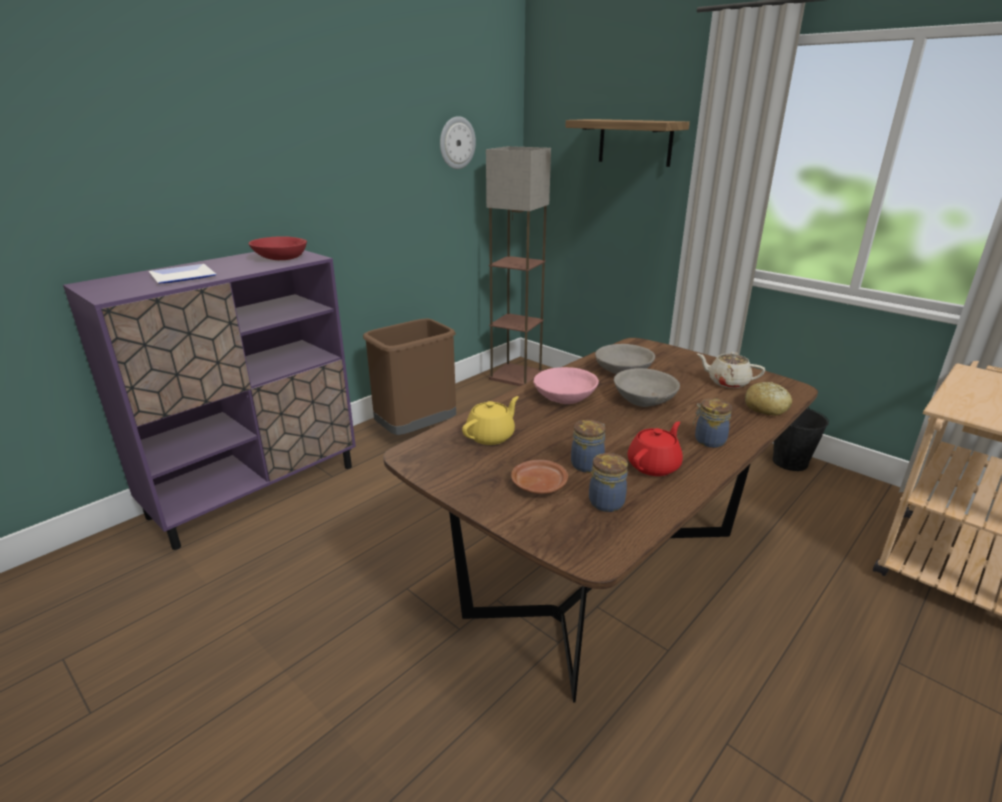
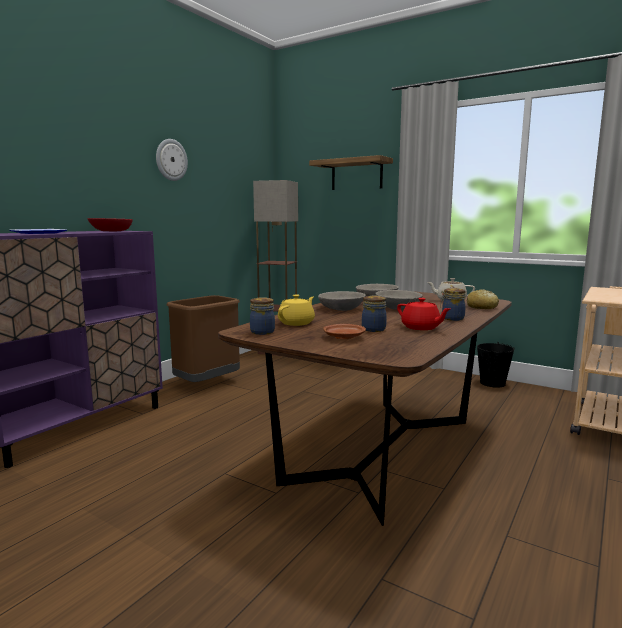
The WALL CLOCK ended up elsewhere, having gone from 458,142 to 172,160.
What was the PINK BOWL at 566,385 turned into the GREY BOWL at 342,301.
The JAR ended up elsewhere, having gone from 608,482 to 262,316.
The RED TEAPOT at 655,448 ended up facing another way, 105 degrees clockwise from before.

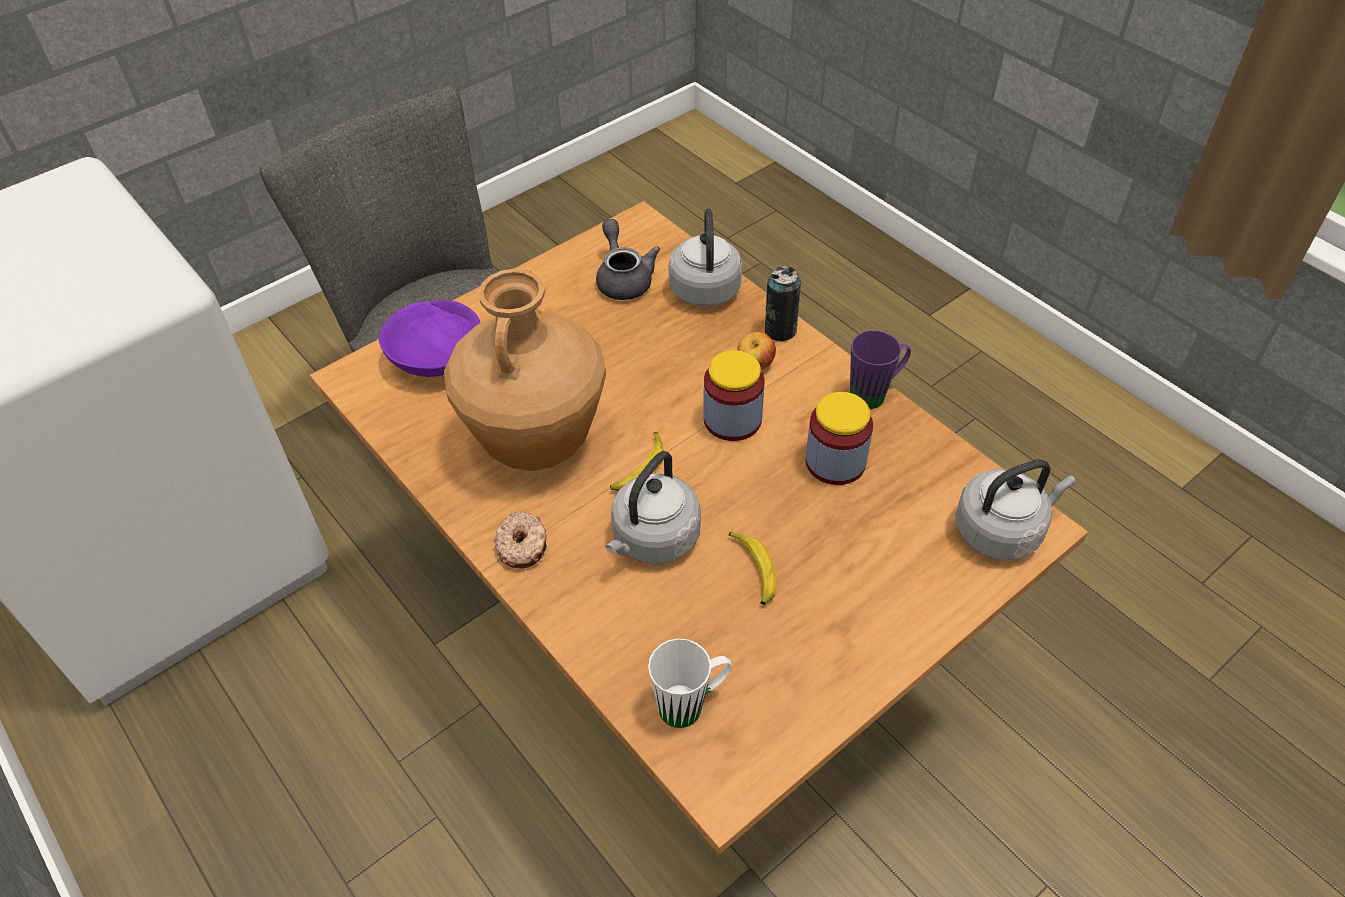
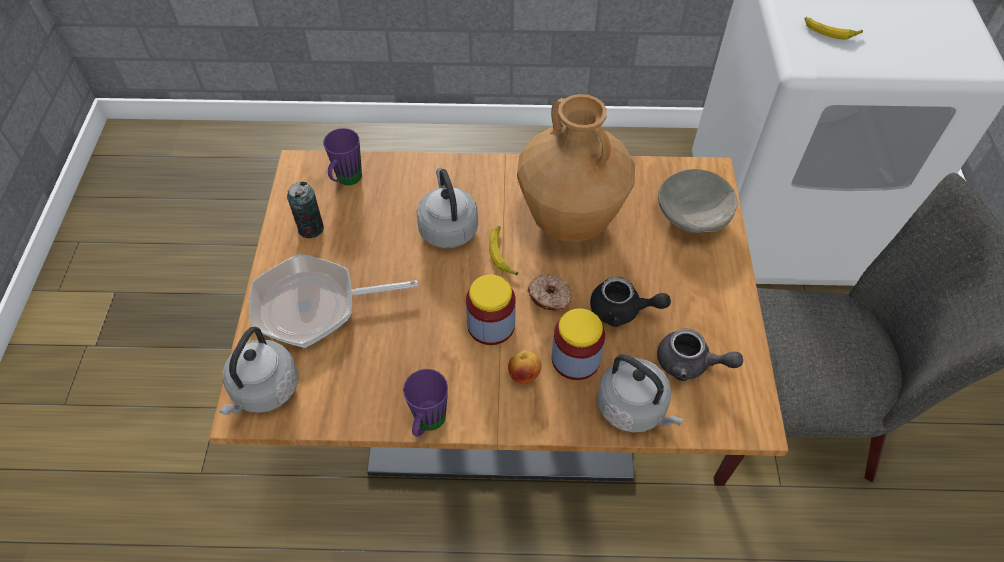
What was the PURPLE BOWL at 429,338 turned into the GREY BOWL at 698,201.
The DONUT ended up elsewhere, having gone from 520,540 to 550,292.
What was the WHITE MUG at 689,683 turned into the PURPLE MUG at 342,156.
The BANANA ended up elsewhere, having gone from 752,568 to 834,28.
The CAN ended up elsewhere, having gone from 783,303 to 305,209.
The JAR ended up elsewhere, having gone from 839,438 to 578,344.
The second view gained the FRYING PAN at 333,301.
The second view gained the BLACK TEAPOT at 630,302.

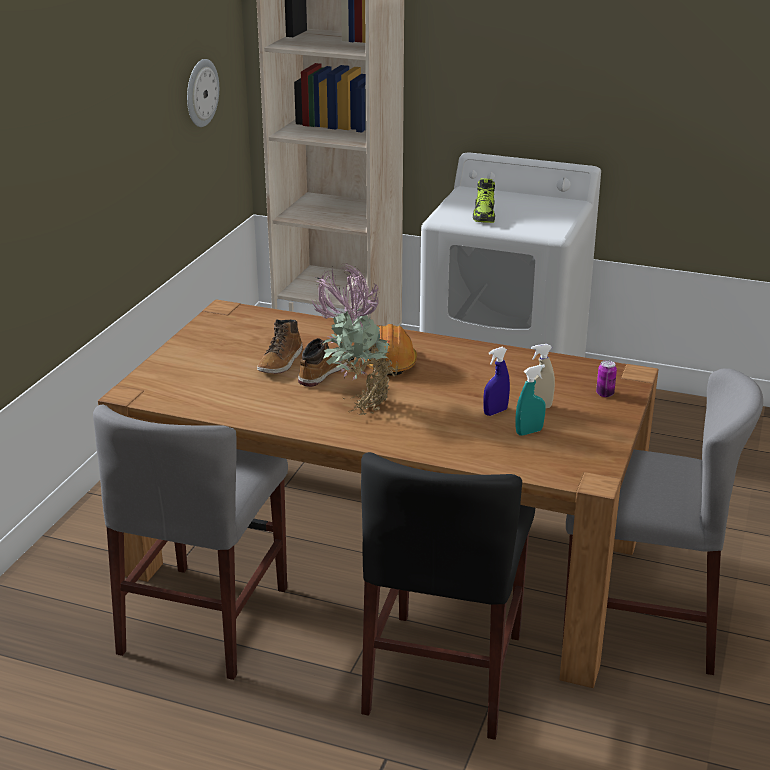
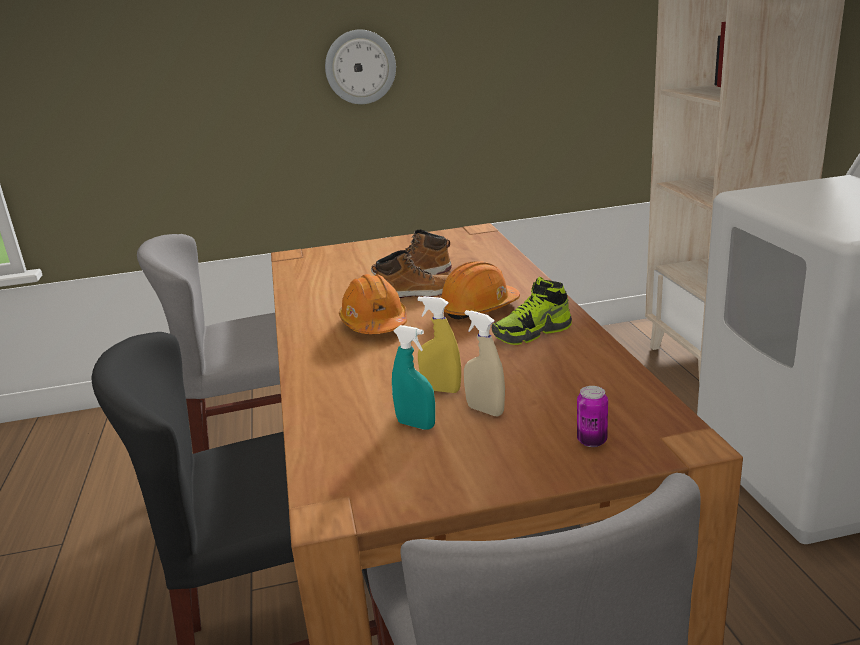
The WALL CLOCK ended up elsewhere, having gone from 203,93 to 360,66.
Where the POTTED PLANT stood at 354,339, the ORANGE HARD HAT came to stand at 373,304.
The SHOE ended up elsewhere, having gone from 484,200 to 532,311.
What was the BLUE SPRAY BOTTLE at 496,381 turned into the YELLOW SPRAY BOTTLE at 439,344.

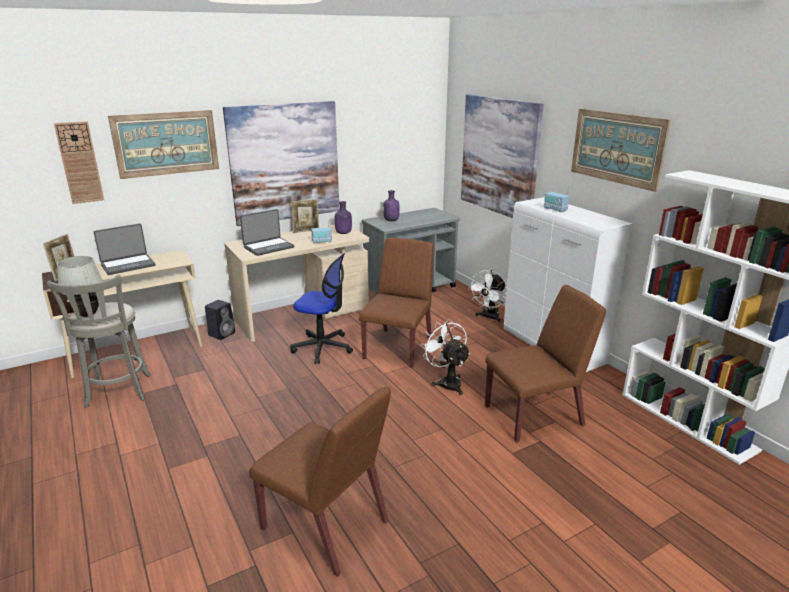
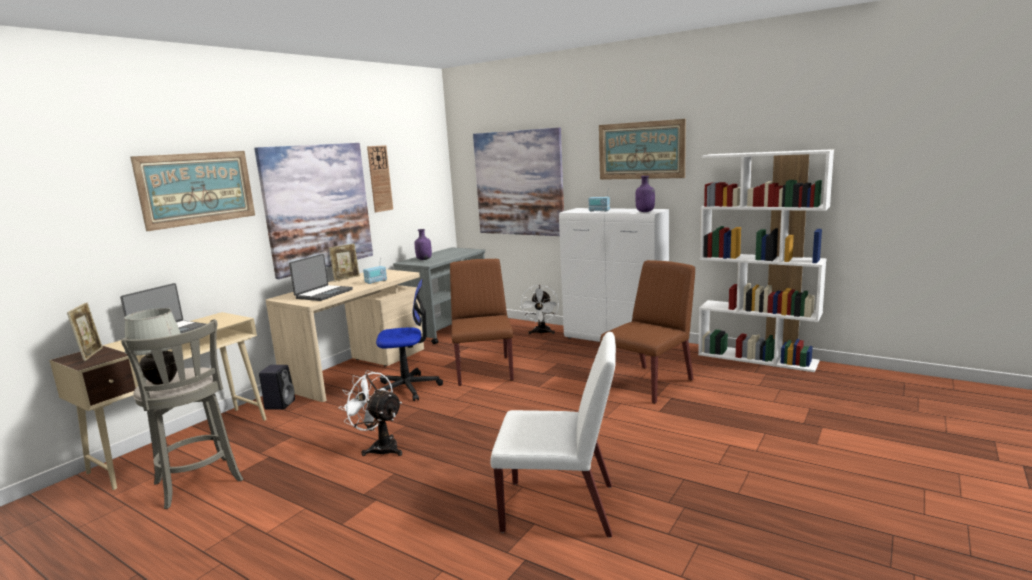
The WALL CLOCK ended up elsewhere, having gone from 79,162 to 380,178.
What was the BROWN CHAIR at 320,481 turned into the WHITE CHAIR at 553,435.
The PURPLE BOTTLE ended up elsewhere, having gone from 343,217 to 645,194.
The WHITE FAN ended up elsewhere, having gone from 445,357 to 370,413.

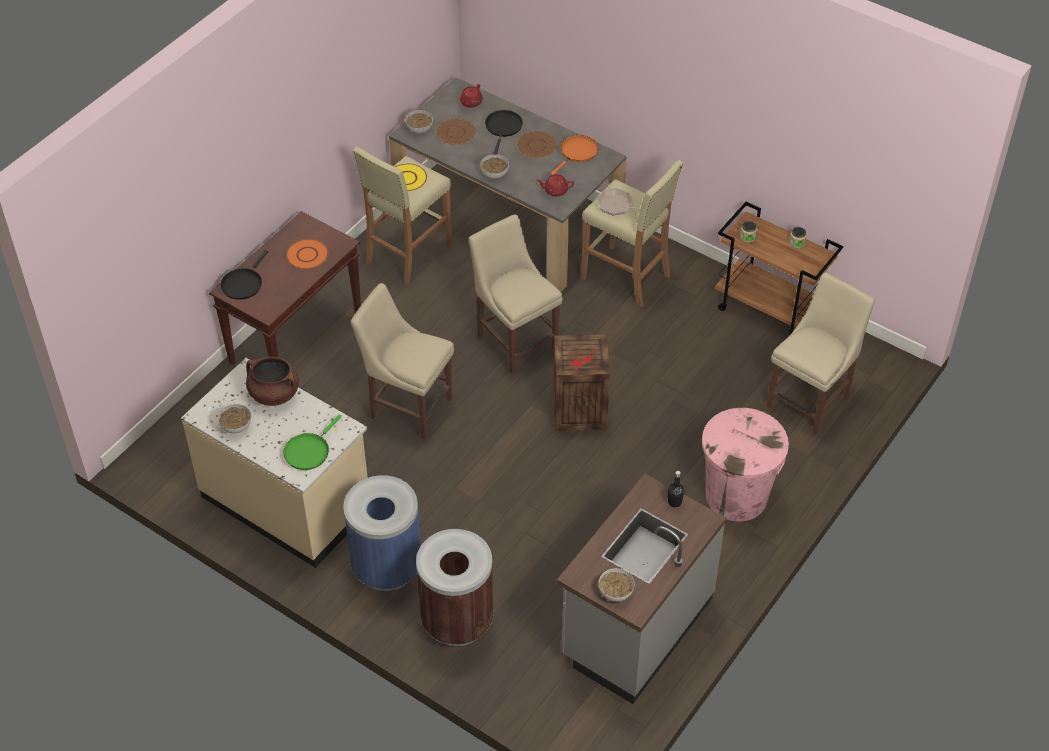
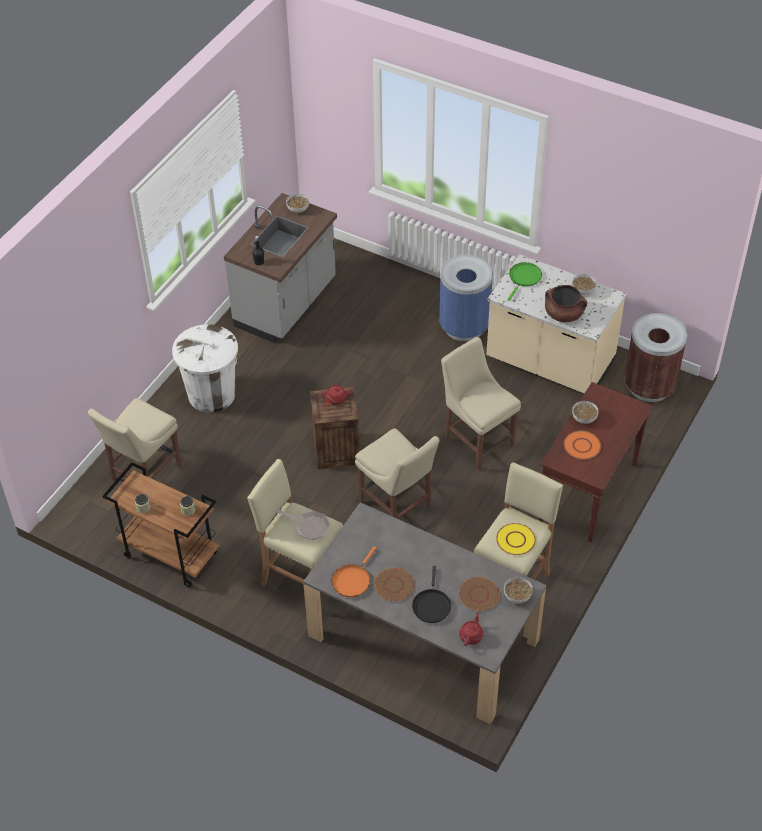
The second view lost the BLACK FRYING PAN at 244,275.
The BEIGE CHAIR at 402,361 ended up facing another way, 150 degrees counterclockwise from before.
The BROWN TRASH CAN ended up elsewhere, having gone from 455,587 to 655,357.
The BOWL ended up elsewhere, having gone from 494,166 to 585,412.
The RED TEAPOT ended up elsewhere, having gone from 555,185 to 336,394.
What was the PINK TRASH CAN at 745,464 turned into the WHITE TRASH CAN at 205,368.

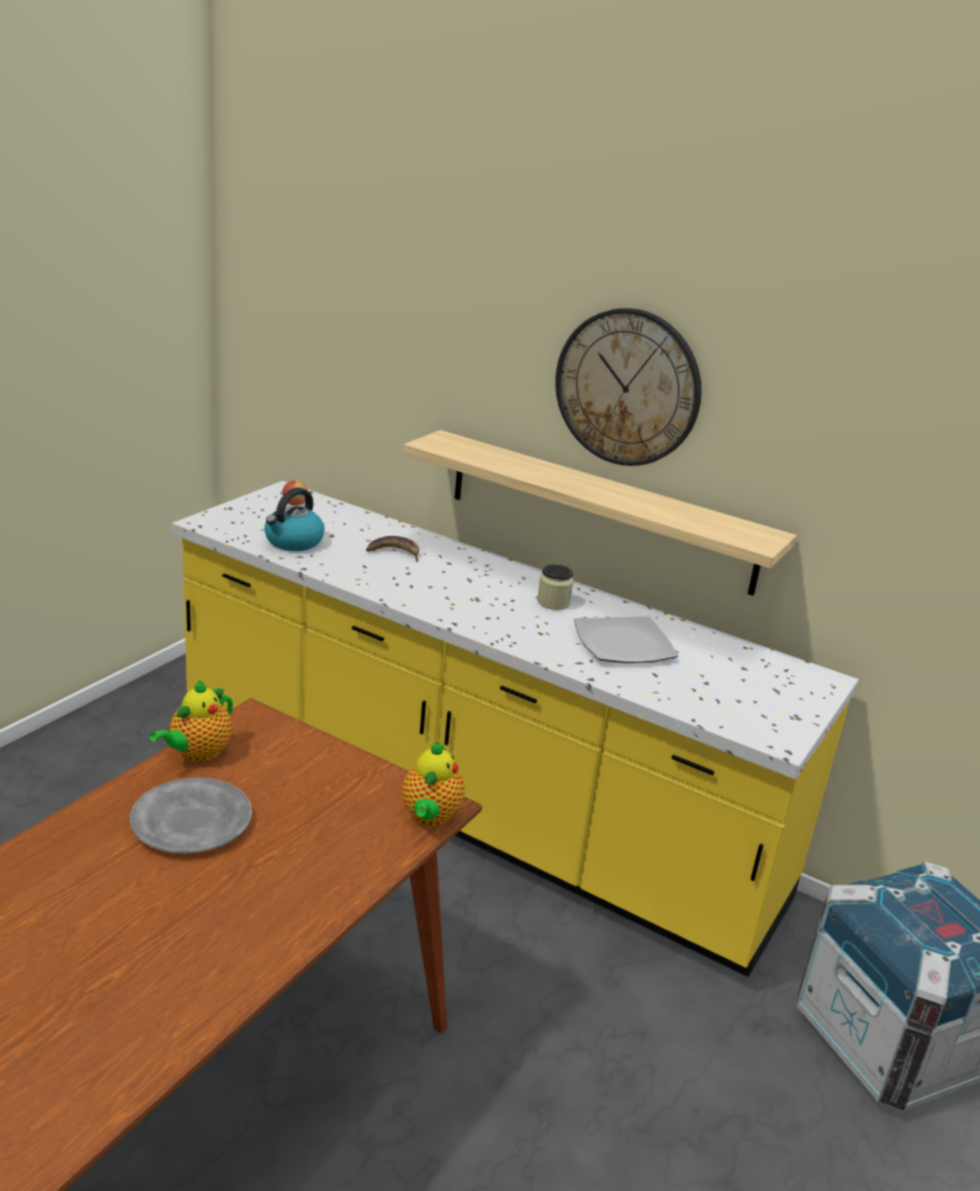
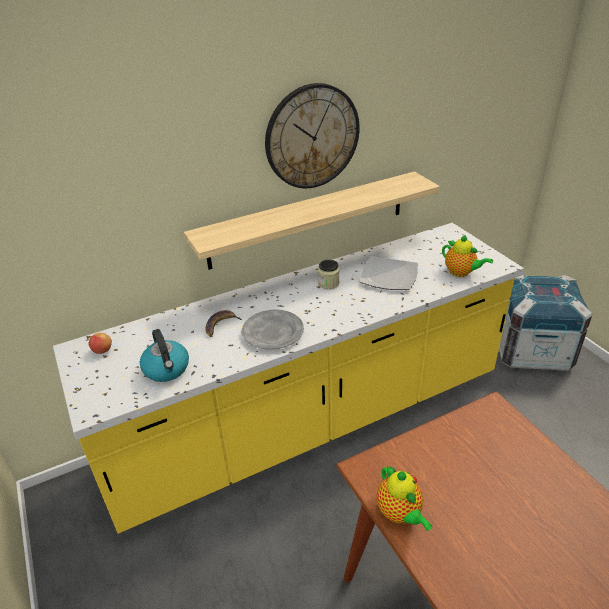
The GREY PLATE ended up elsewhere, having gone from 191,815 to 273,329.
The TEAPOT ended up elsewhere, having gone from 433,784 to 467,256.

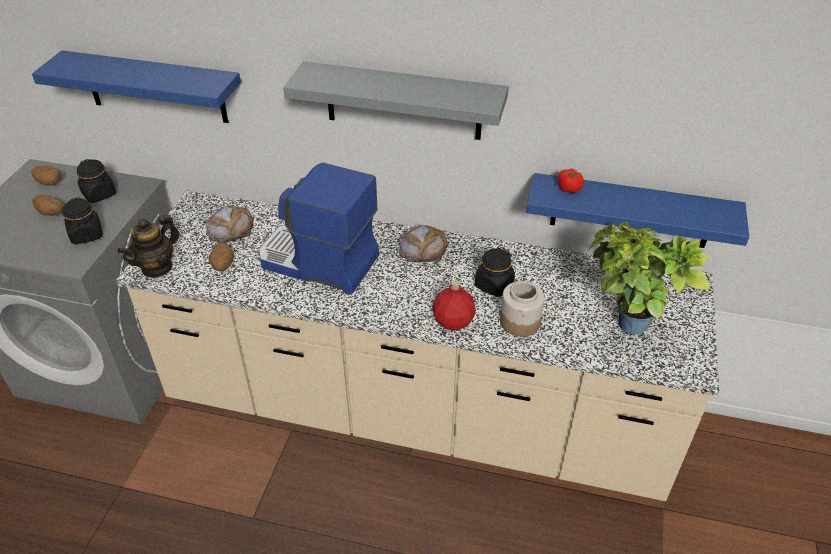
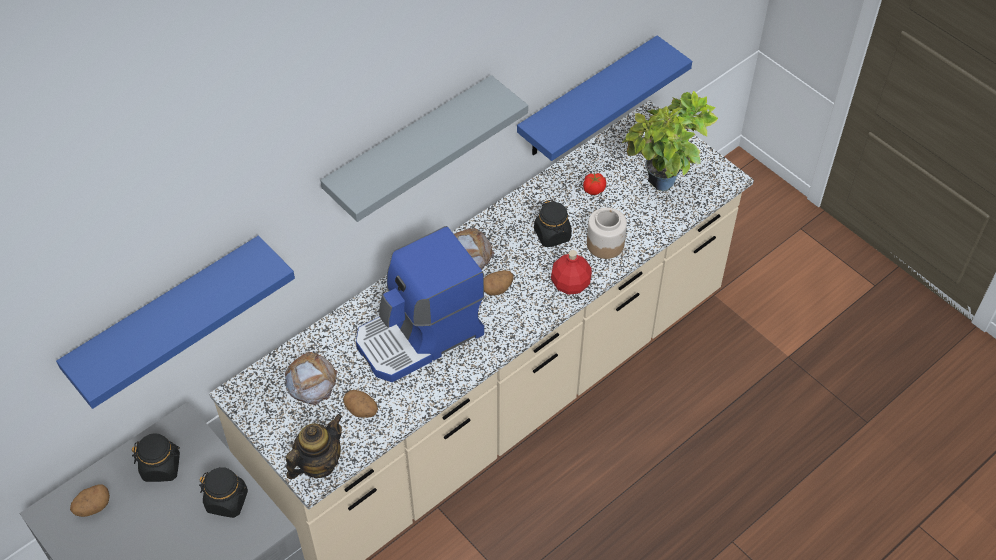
The POTATO ended up elsewhere, having gone from 48,205 to 499,283.
The TEAPOT at 148,246 ended up facing another way, 120 degrees counterclockwise from before.
The TOMATO ended up elsewhere, having gone from 571,181 to 594,184.

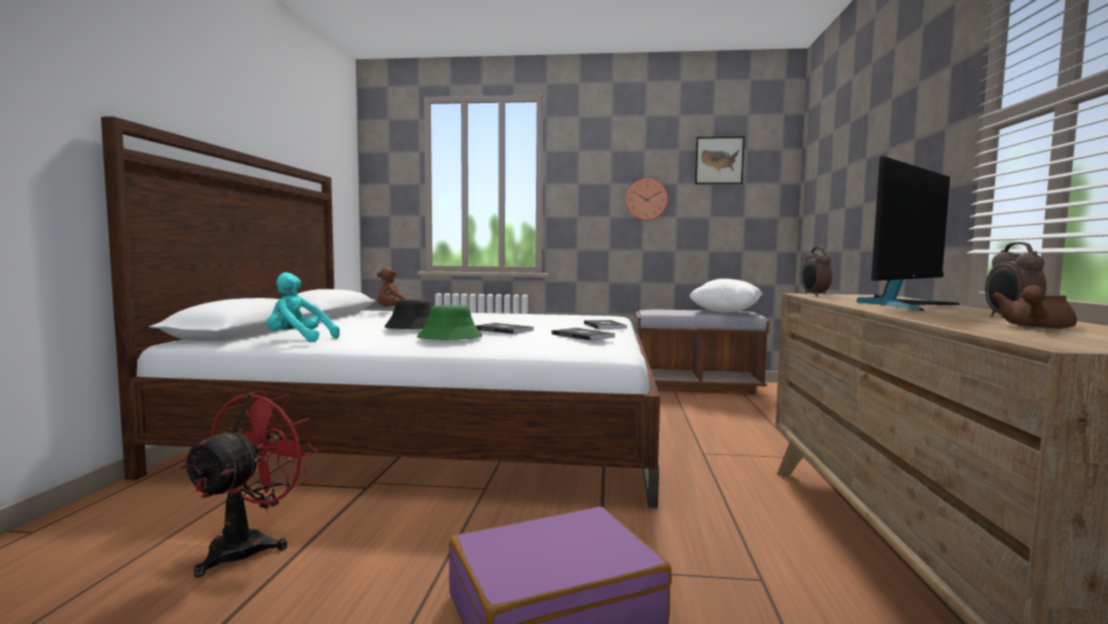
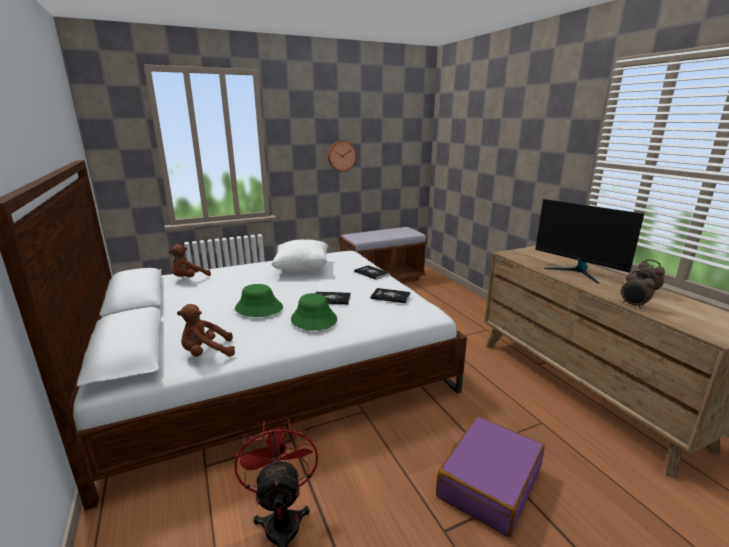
What was the TURQUOISE PLUSH TOY at 303,307 turned into the BROWN PLUSH TOY at 206,330.
What was the BLACK HAT at 407,314 turned into the GREEN HAT at 259,300.
The WHITE PILLOW ended up elsewhere, having gone from 726,295 to 300,255.
The second view lost the PICTURE at 720,160.
The ALARM CLOCK ended up elsewhere, having gone from 816,271 to 638,289.
The MONITOR at 908,233 ended up facing another way, 120 degrees clockwise from before.
The second view lost the BROWN TEAPOT at 1034,307.

